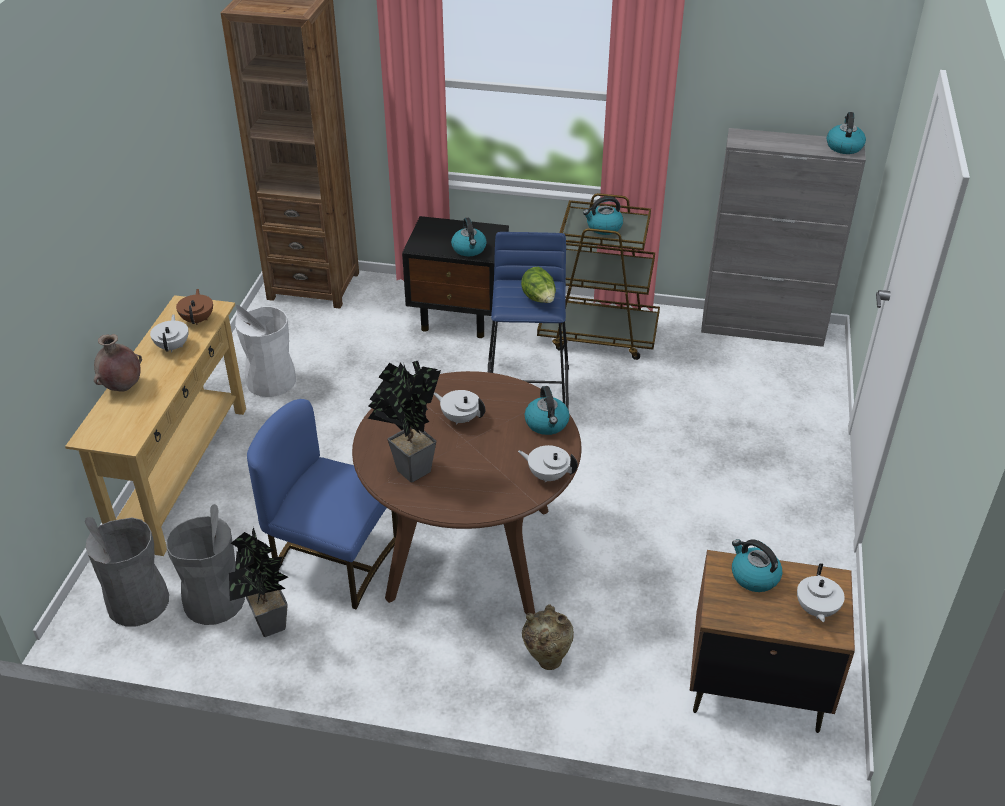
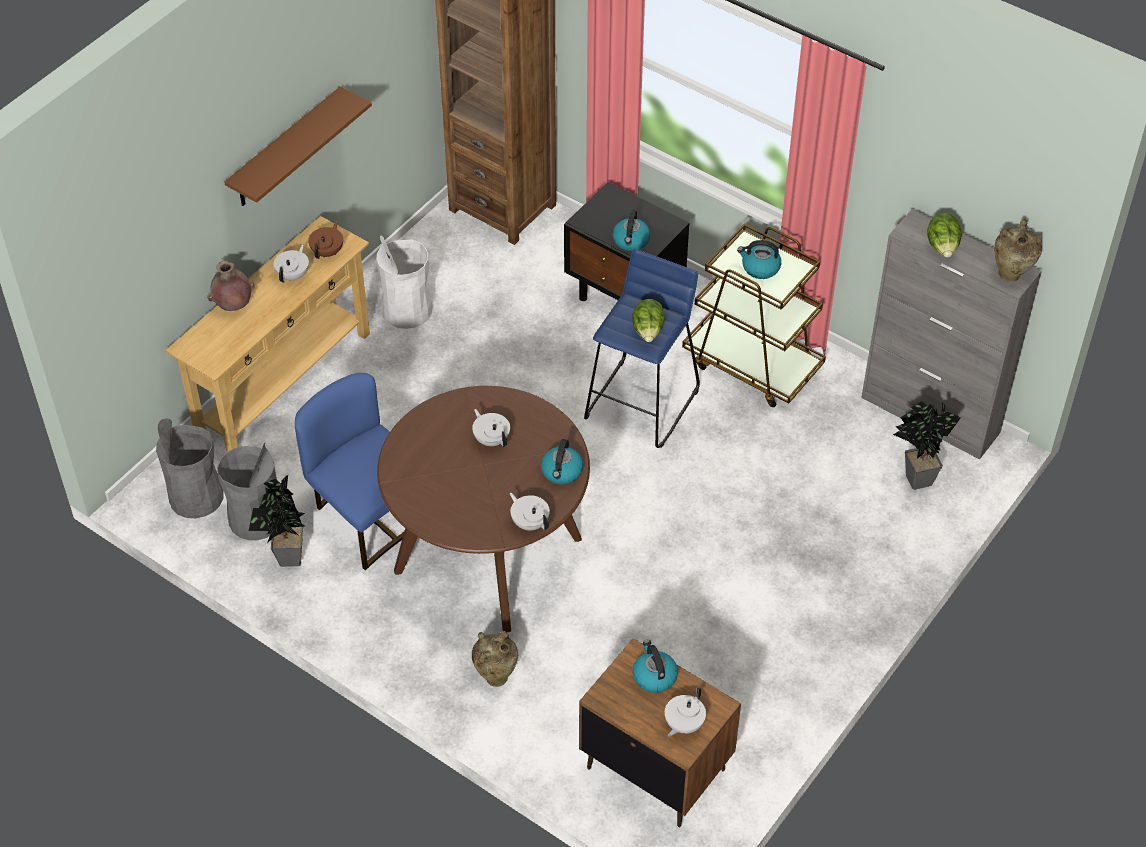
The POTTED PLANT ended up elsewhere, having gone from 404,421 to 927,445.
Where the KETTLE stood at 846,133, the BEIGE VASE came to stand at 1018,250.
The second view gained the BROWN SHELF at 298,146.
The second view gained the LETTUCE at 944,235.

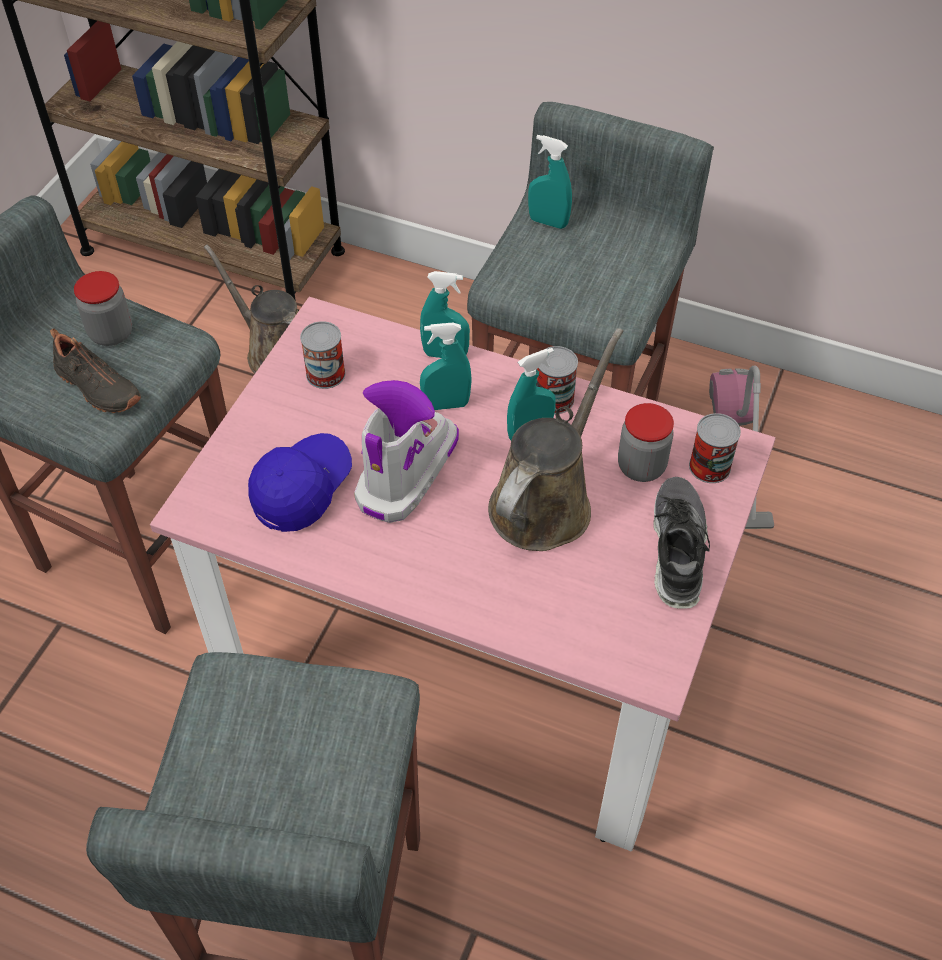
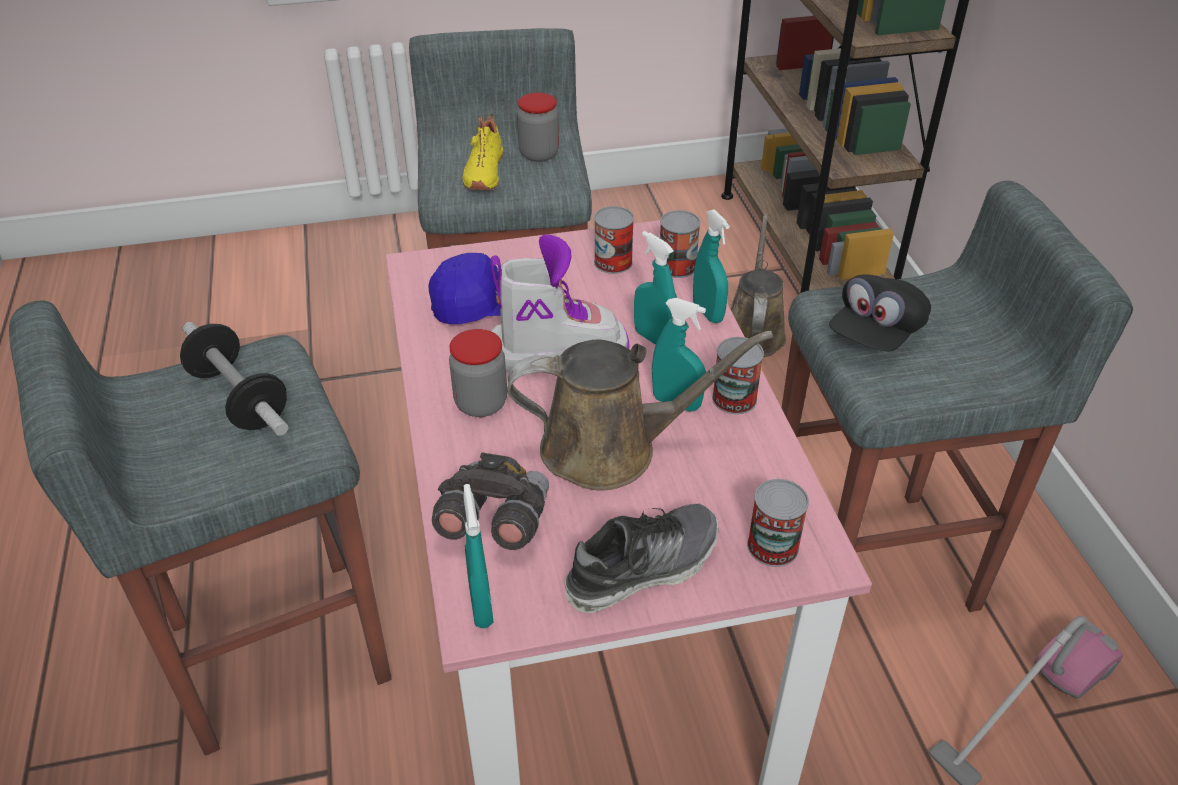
What was the BLACK SHOE at 95,371 turned into the YELLOW SHOE at 483,152.
The TURQUOISE SPRAY BOTTLE ended up elsewhere, having gone from 550,182 to 478,556.
The JAR ended up elsewhere, having gone from 646,442 to 478,373.
The second view gained the DUMBBELL at 234,379.
The second view gained the GREY BINOCULARS at 490,501.
The second view gained the CAN at 680,244.
The second view gained the BLACK CAP at 880,312.

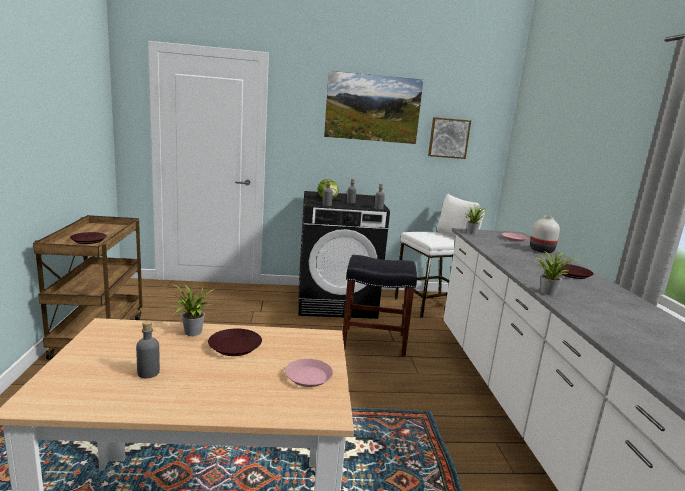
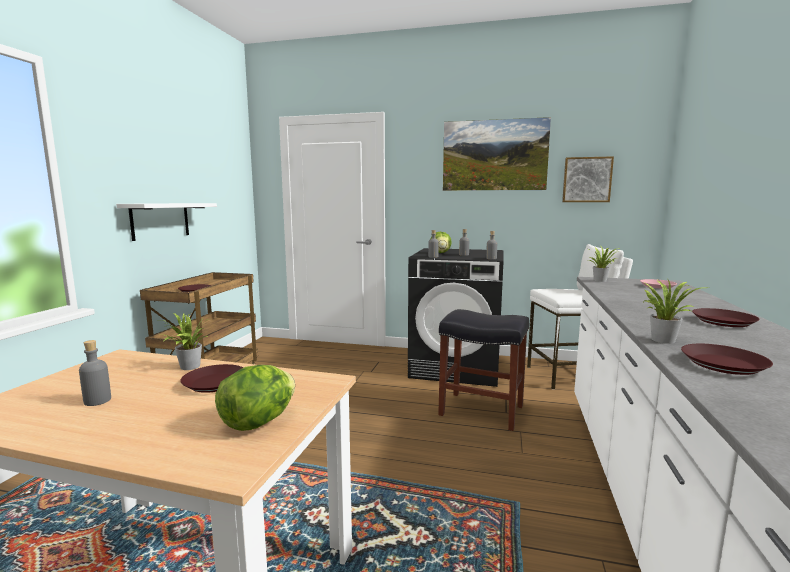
Where the PINK PLATE stood at 309,373, the LETTUCE came to stand at 255,398.
The second view lost the WHITE VASE at 545,234.
The second view gained the WHITE SHELF at 166,222.
The second view gained the BROWN PLATE at 727,359.

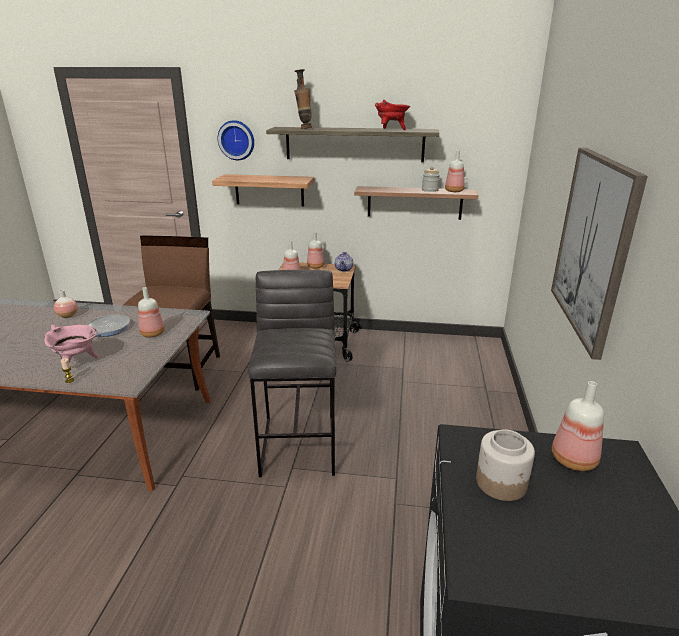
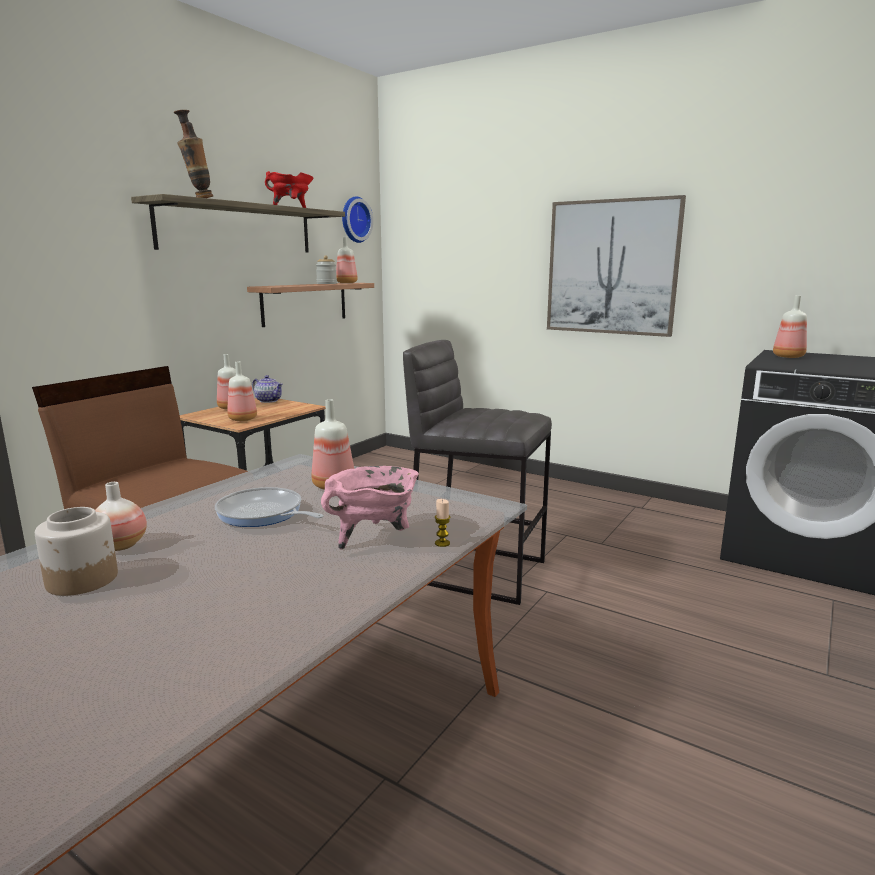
The second view lost the SHELF at 263,190.
The WALL CLOCK ended up elsewhere, having gone from 236,140 to 357,219.
The JAR ended up elsewhere, having gone from 505,465 to 76,551.

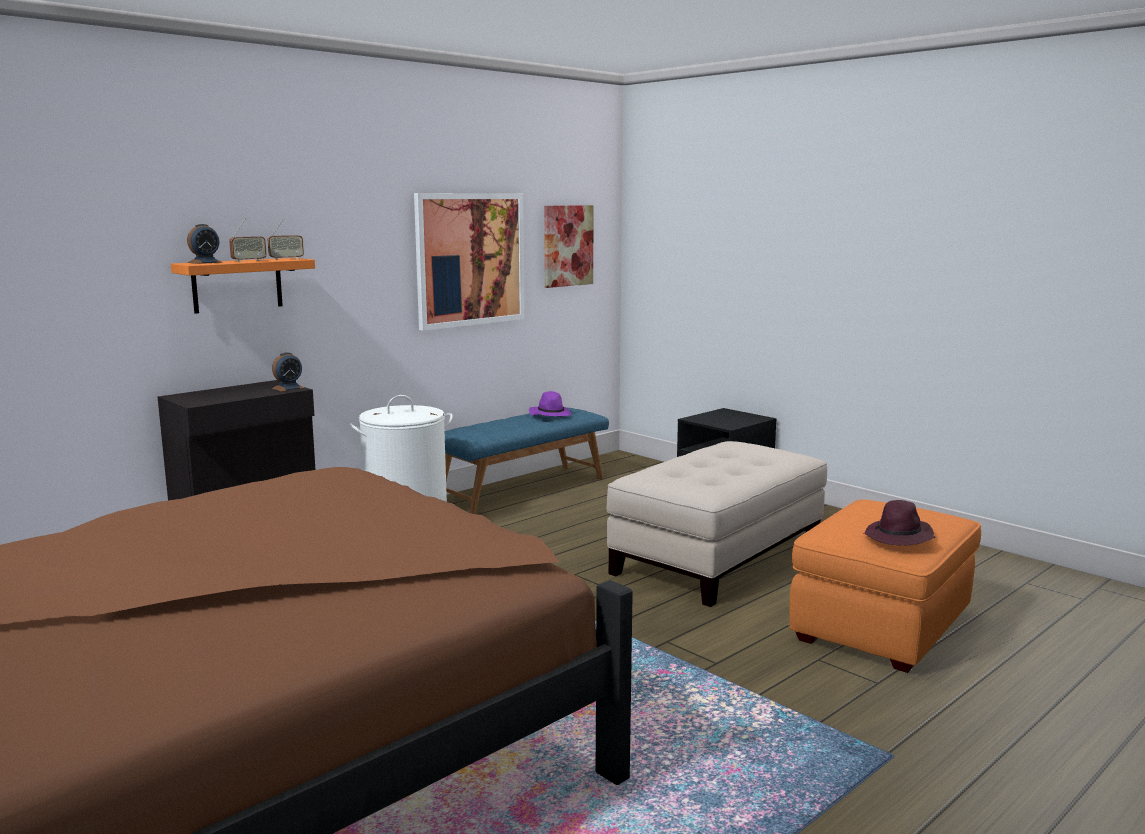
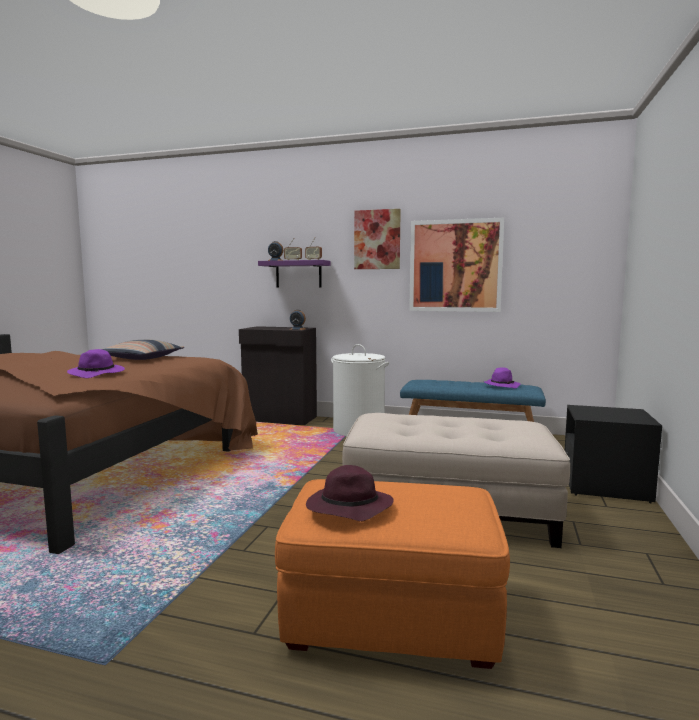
What was the ORANGE SHELF at 243,286 turned into the PURPLE SHELF at 294,274.
The PICTURE ended up elsewhere, having gone from 569,246 to 377,239.
The second view gained the PURPLE HAT at 96,363.
The second view gained the PILLOW at 143,350.

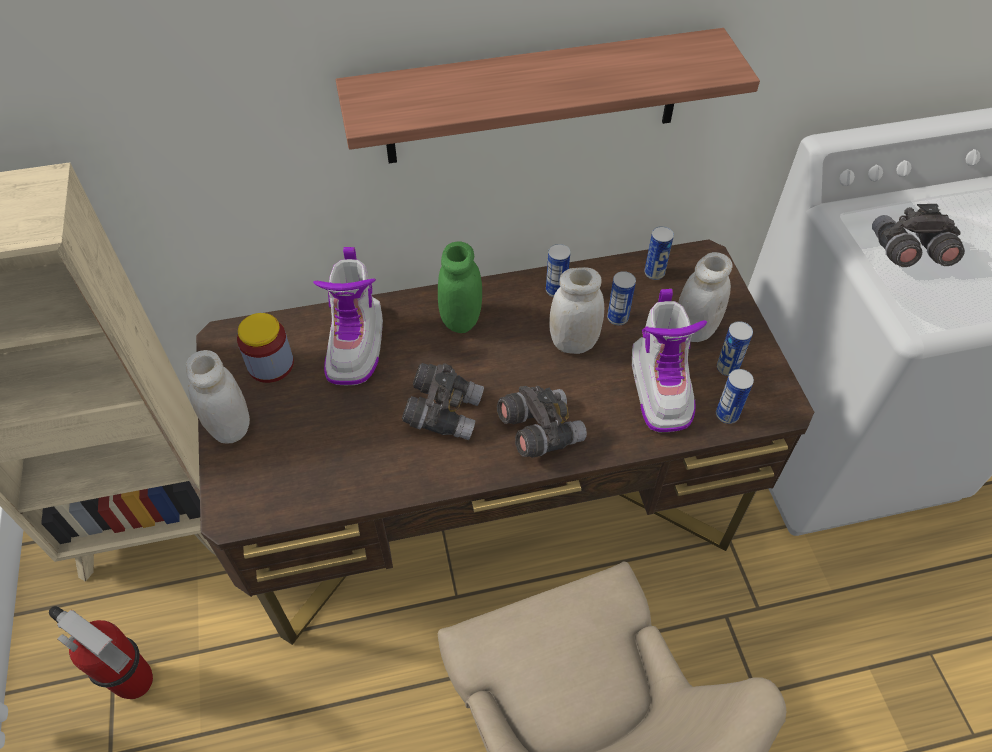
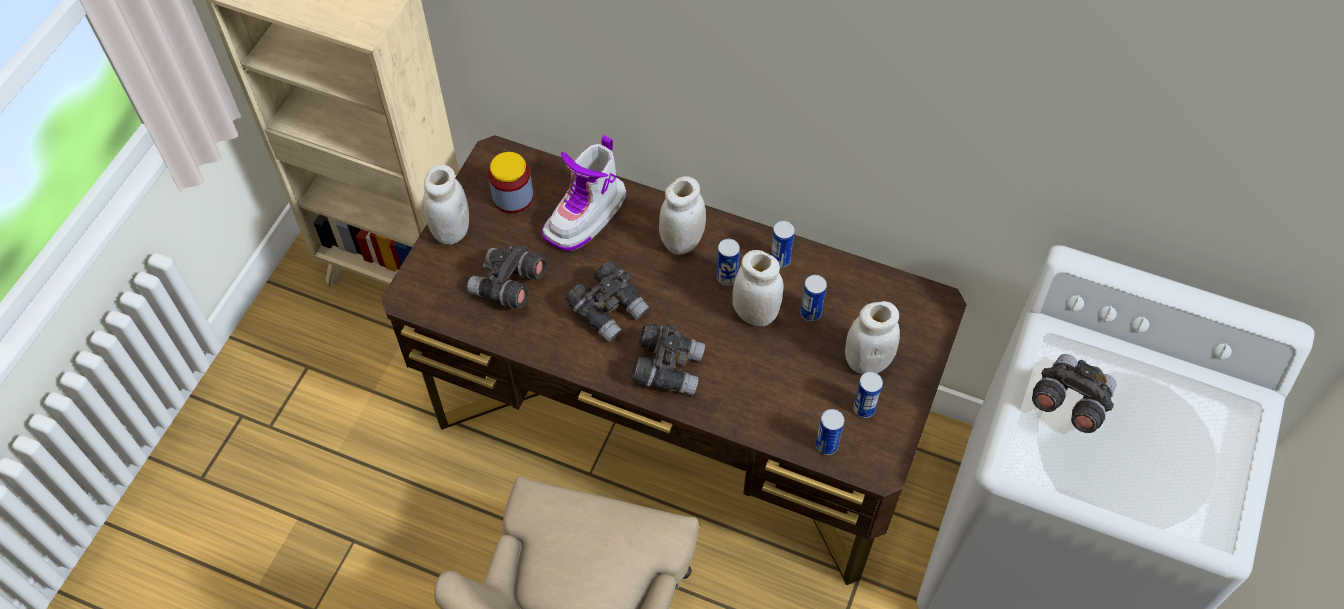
The second view lost the FIRE EXTINGUISHER at 101,652.
The second view lost the SHELF at 548,95.
What was the GREEN JAR at 460,287 turned into the WHITE JAR at 682,215.
The second view lost the BOOT at 669,360.
The CAN ended up elsewhere, having gone from 659,253 to 728,262.
The second view gained the GREY BINOCULARS at 507,277.

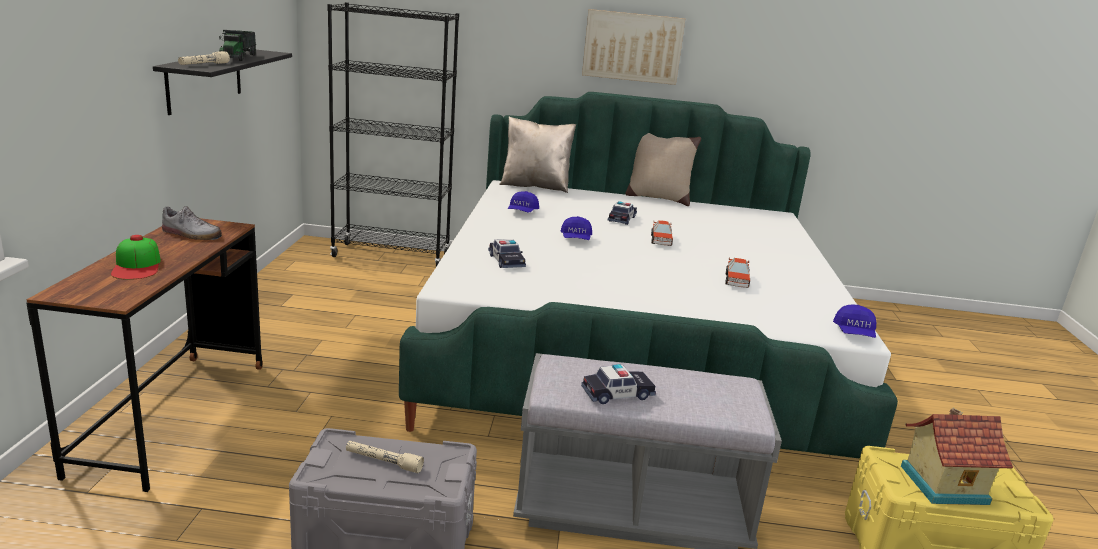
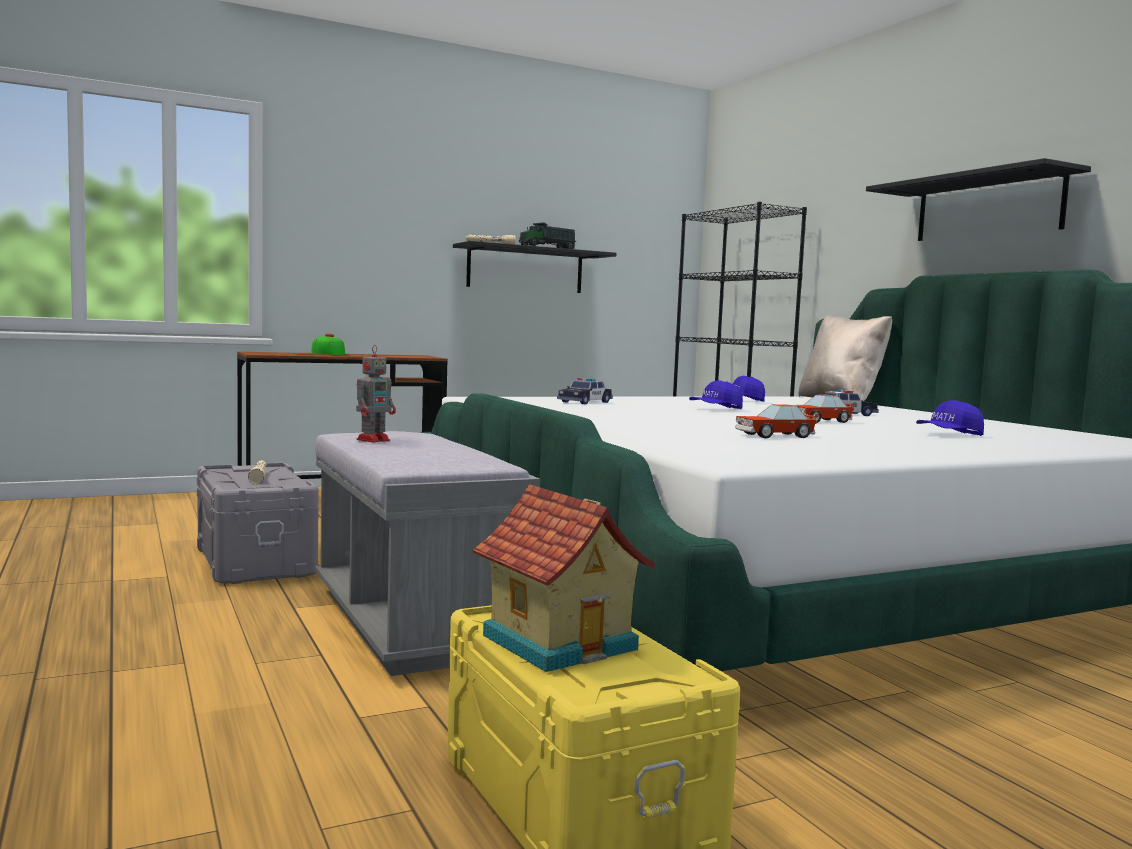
The second view lost the SHOE at 192,223.
Where the TOY CAR stood at 618,384, the TOY ROBOT came to stand at 376,394.
Where the PICTURE hung at 633,47, the BLACK SHELF came to hang at 978,199.
The second view lost the BEIGE PILLOW at 663,169.
The BLUE CAP ended up elsewhere, having gone from 854,321 to 950,418.

